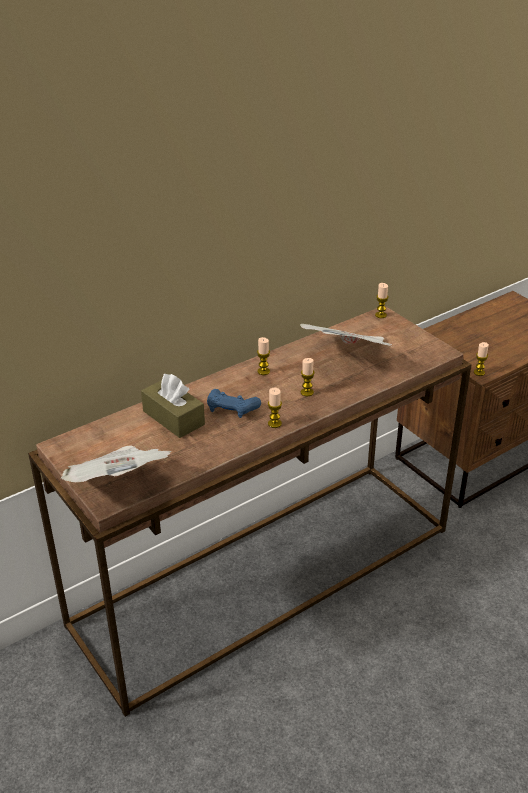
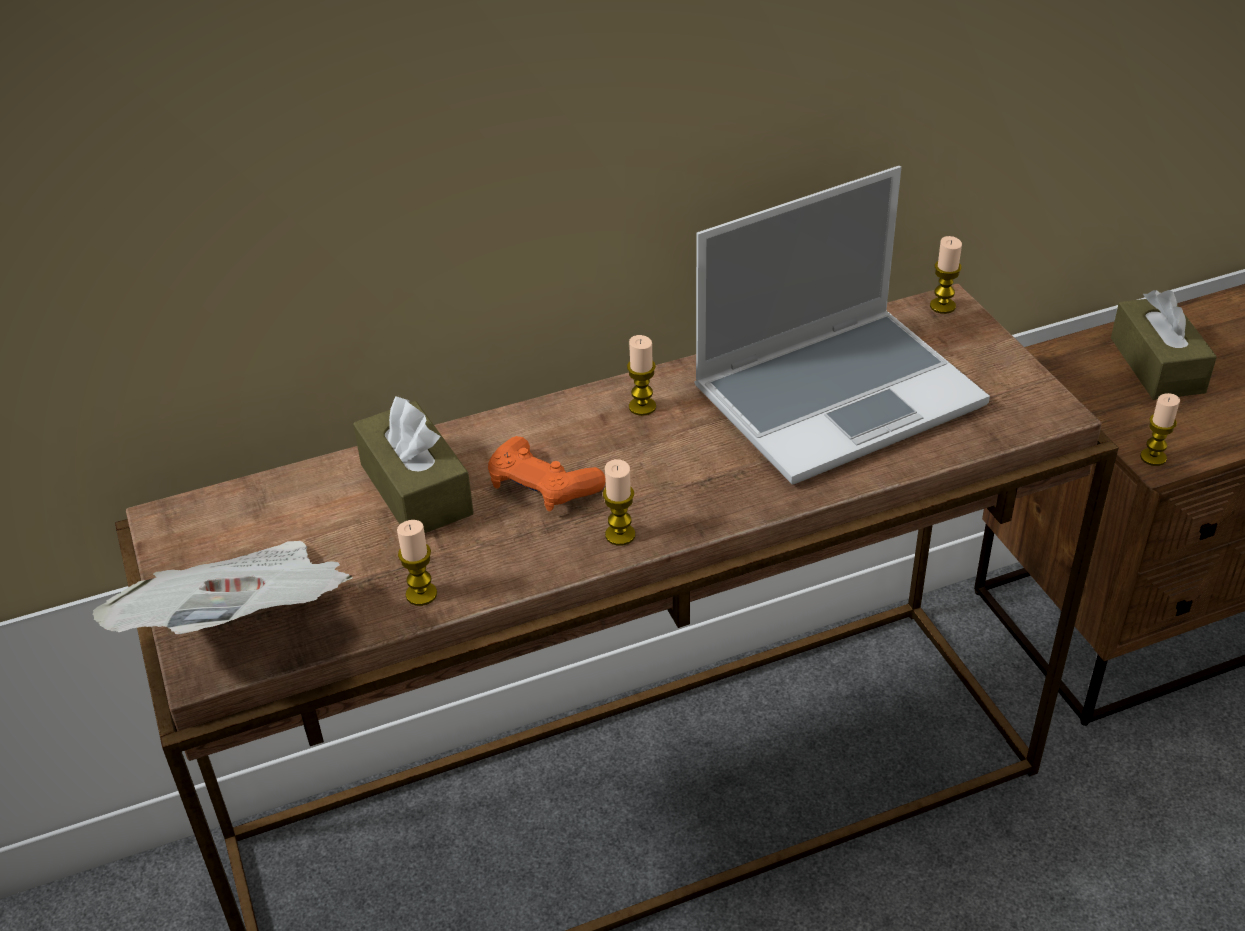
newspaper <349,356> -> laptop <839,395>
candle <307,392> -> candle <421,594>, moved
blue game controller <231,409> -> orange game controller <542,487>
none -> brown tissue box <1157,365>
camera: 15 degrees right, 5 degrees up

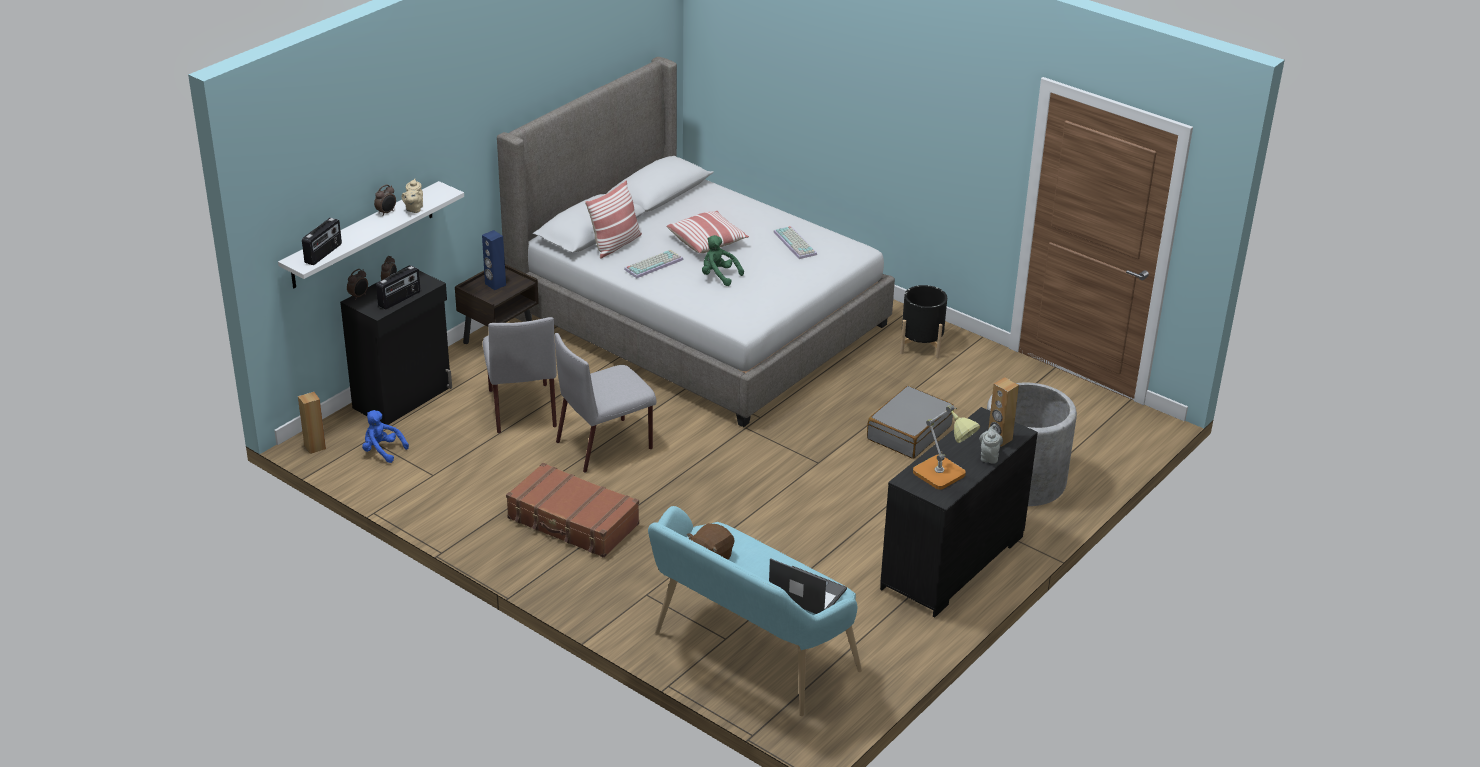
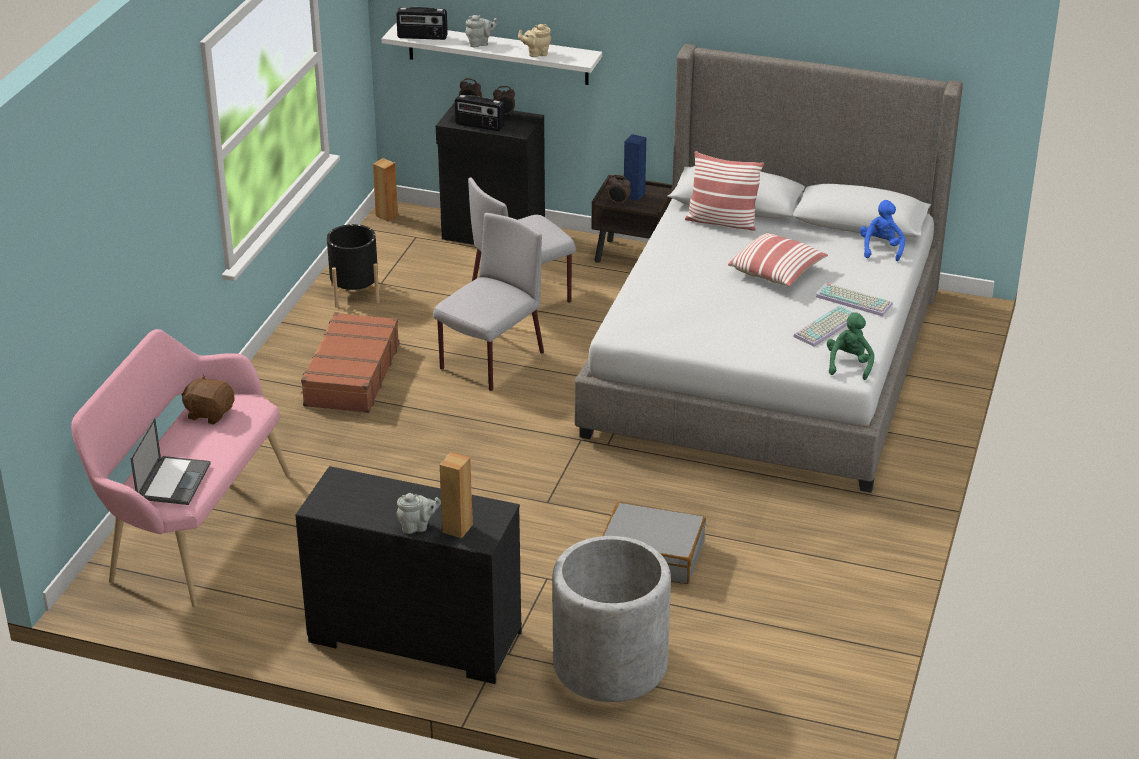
alarm clock <386,212> -> alarm clock <618,203>, moved
green plush toy <719,276> -> green plush toy <849,364>, moved
keyboard <653,264> -> keyboard <855,300>, moved
black planter <921,345> -> black planter <355,293>, moved
grey chair <605,445> -> grey chair <491,362>, 90 degrees clockwise
table lamp <944,476> -> none
blue plush toy <382,451> -> blue plush toy <881,249>, moved
turquoise bench <748,655> -> pink bench <191,528>
none -> grey teapot <480,43>
camera: 70 degrees right, 0 degrees up

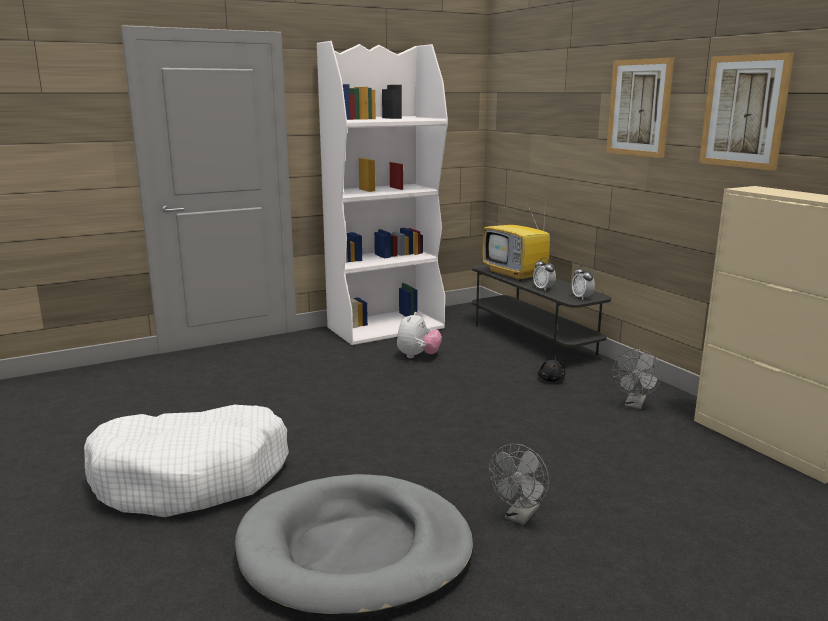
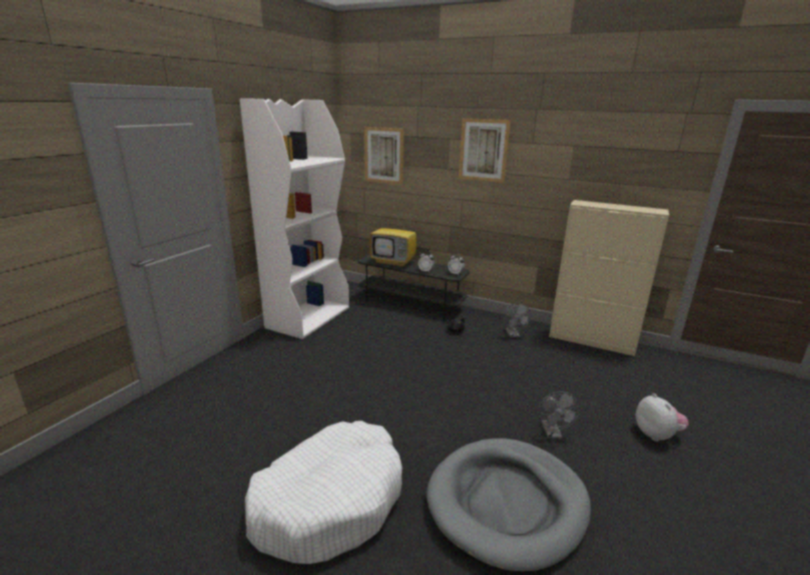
picture <744,111> -> picture <384,155>, moved
plush toy <418,356> -> plush toy <656,435>, moved
camera: 35 degrees left, 5 degrees up

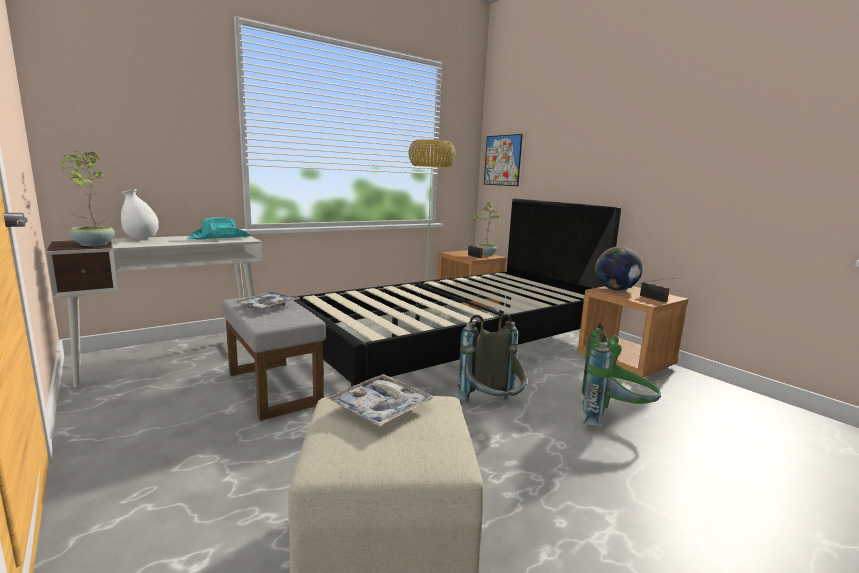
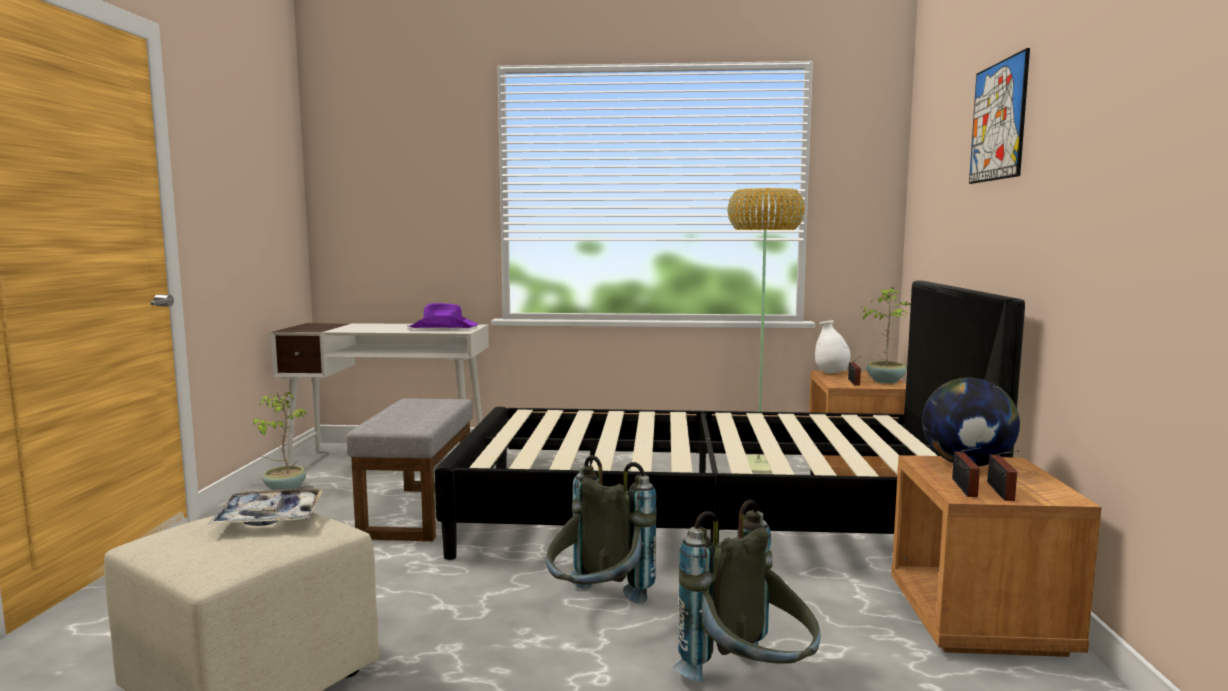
picture <502,160> -> picture <998,121>, moved
potted plant <93,244> -> potted plant <284,489>, moved
white vase <141,239> -> white vase <831,373>, moved
turquoise hat <220,238> -> purple hat <443,327>
tray <268,306> -> none
green backpack <613,419> -> grey backpack <751,684>
none -> radio <964,488>
camera: 40 degrees right, 5 degrees down

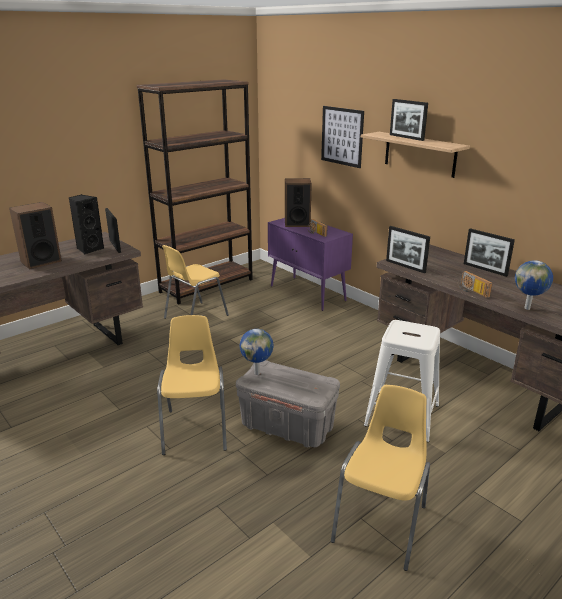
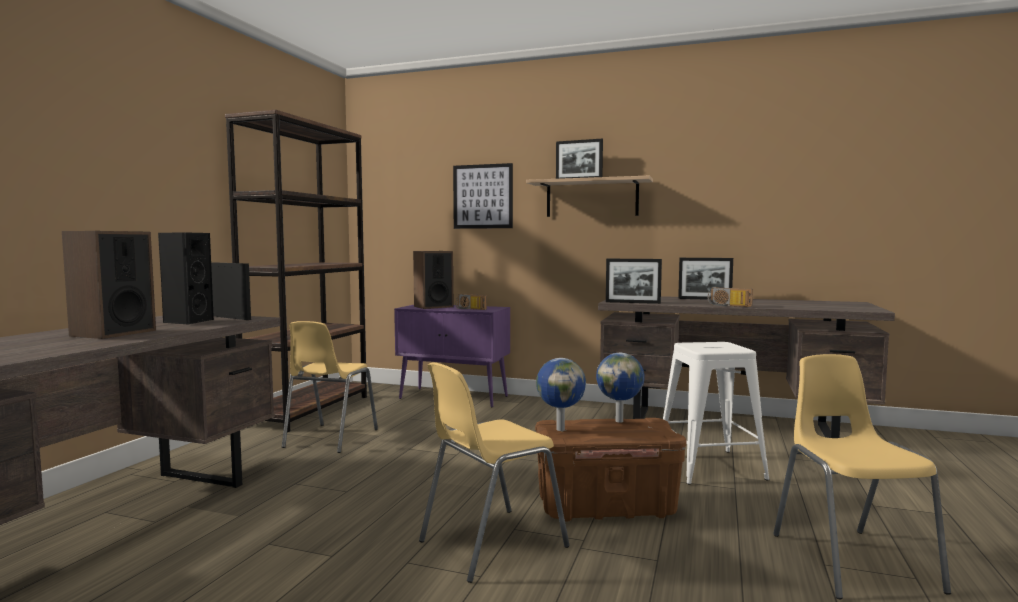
globe <528,308> -> globe <620,421>, moved
yellow chair <196,429> -> yellow chair <490,544>, 90 degrees counterclockwise
grey storage box <288,426> -> brown storage box <607,507>
camera: 30 degrees left, 20 degrees down

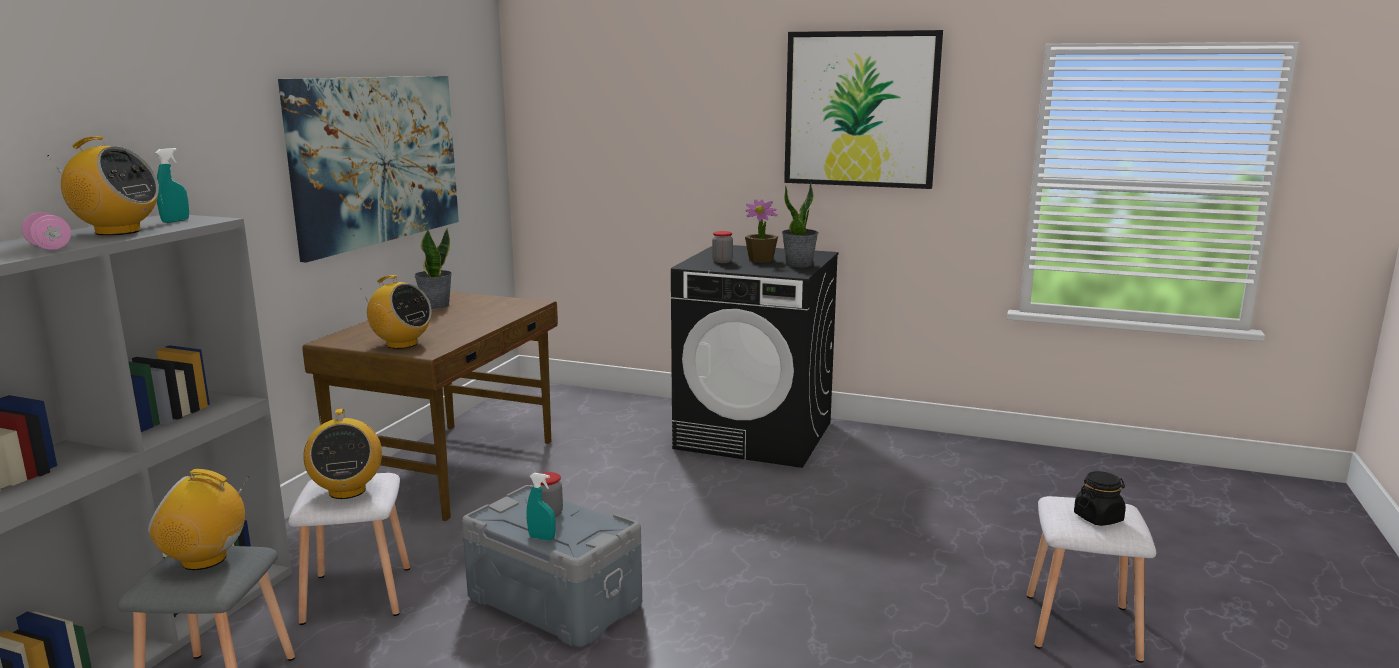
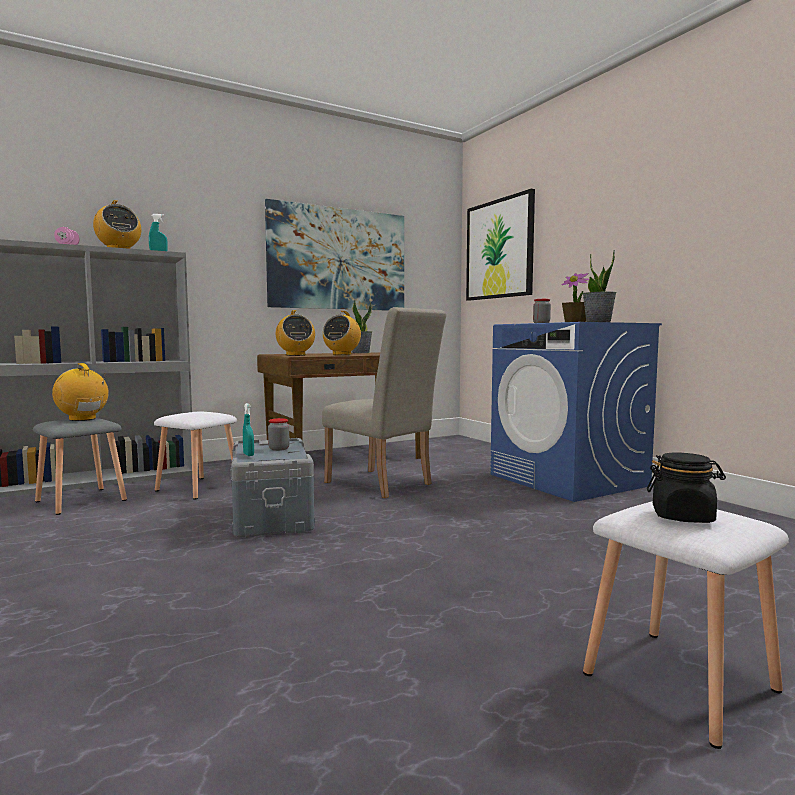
picture <860,109> -> picture <499,249>, moved
black washing machine <755,435> -> blue washing machine <568,480>
radio <347,491> -> radio <342,354>, moved
none -> beige chair <383,485>
camera: 40 degrees right, 10 degrees down

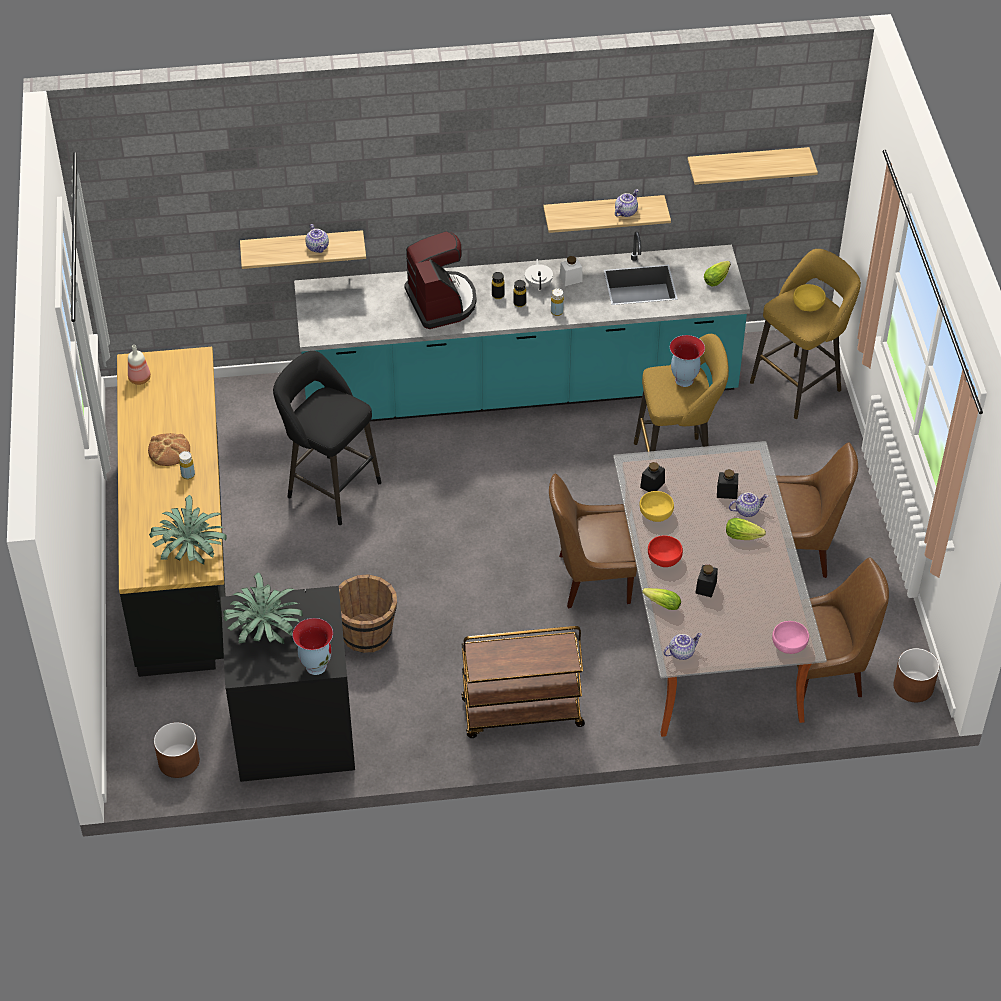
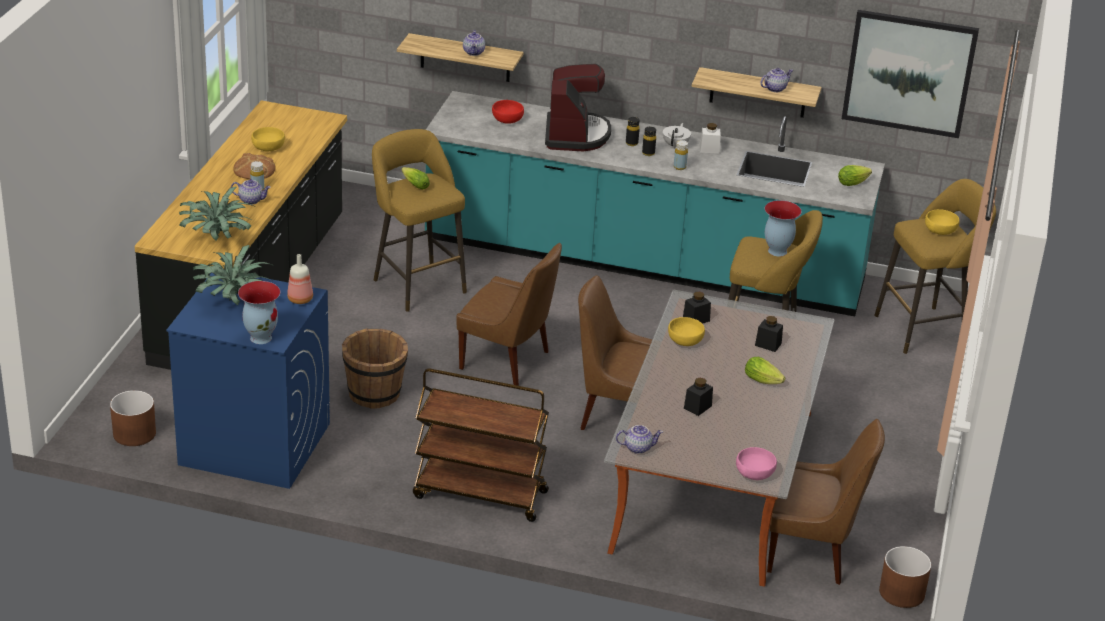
shelf <747,166> -> picture <909,73>
bottle <140,378> -> bottle <301,299>, moved
black stool <330,487> -> yellow stool <416,283>
brown chair <798,550> -> brown chair <508,361>, moved
teapot <747,510> -> teapot <251,200>, moved
red bowl <664,559> -> red bowl <507,120>, moved
black washing machine <293,732> -> blue washing machine <253,444>
lettuce <660,603> -> lettuce <414,184>, moved
none -> yellow bowl <269,147>
camera: 20 degrees right, 15 degrees down

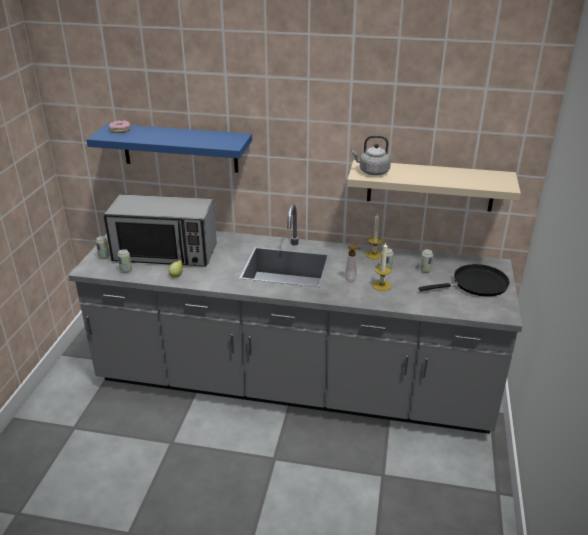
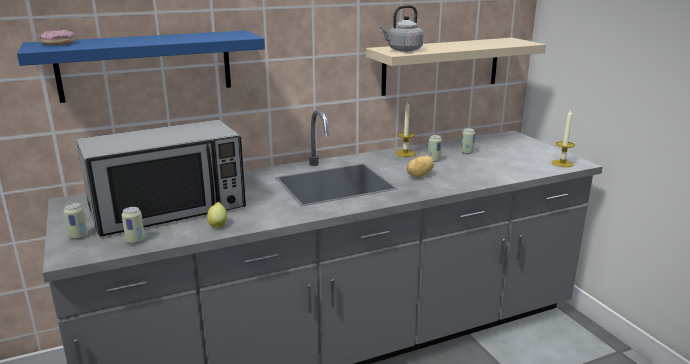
candle <381,285> -> candle <562,163>, moved
soap dispenser <352,280> -> potato <419,175>
black frying pan <476,284> -> none
camera: 35 degrees left, 10 degrees down

